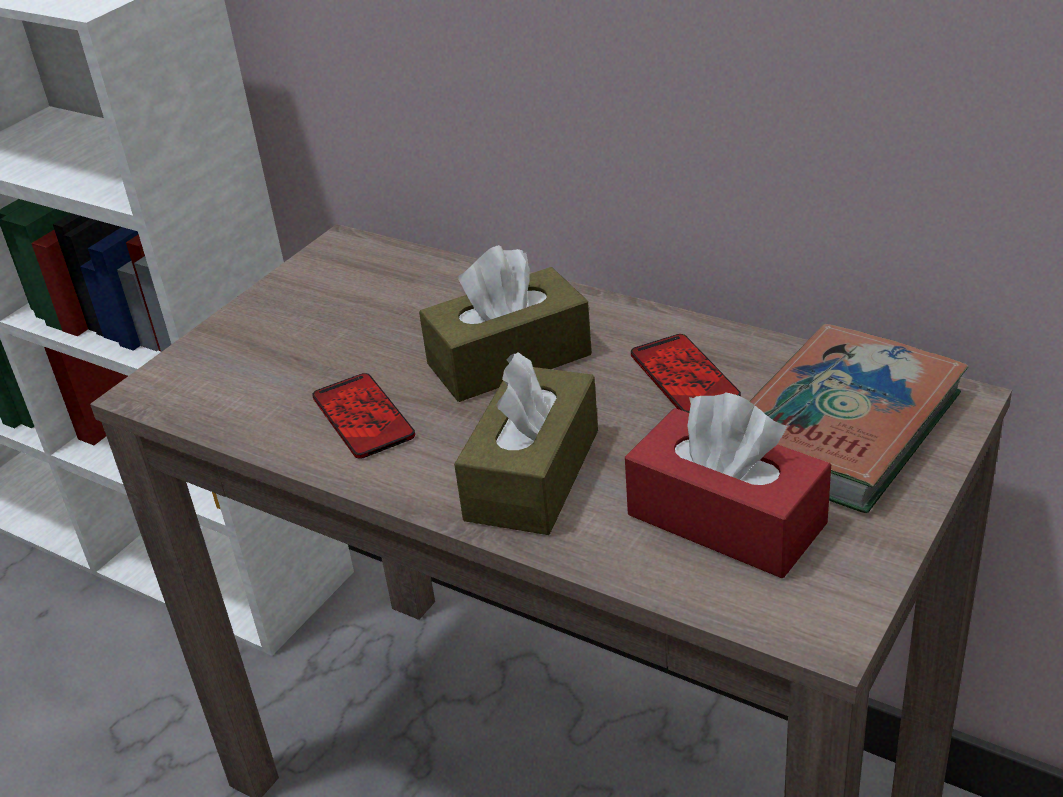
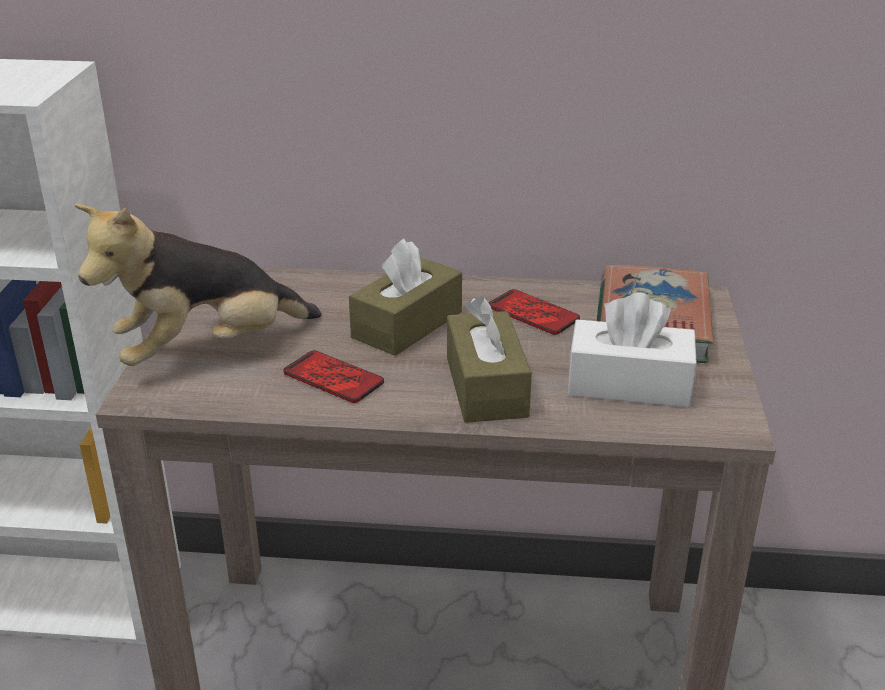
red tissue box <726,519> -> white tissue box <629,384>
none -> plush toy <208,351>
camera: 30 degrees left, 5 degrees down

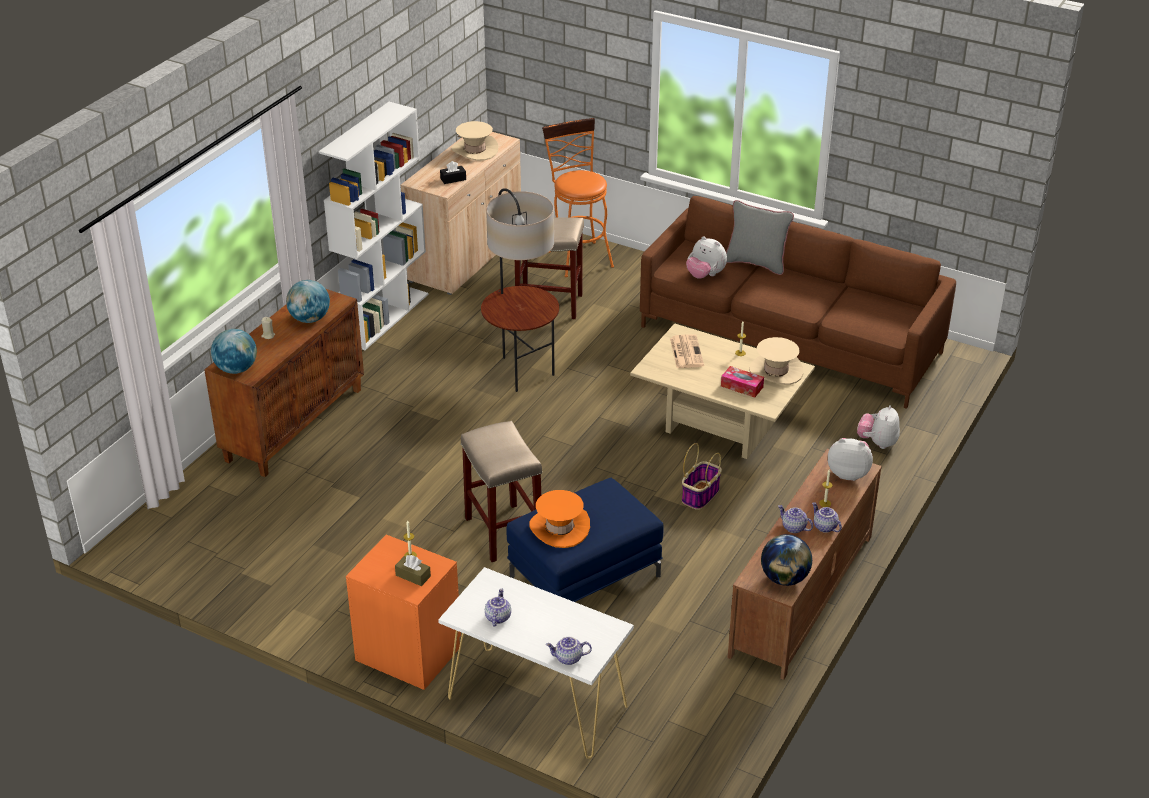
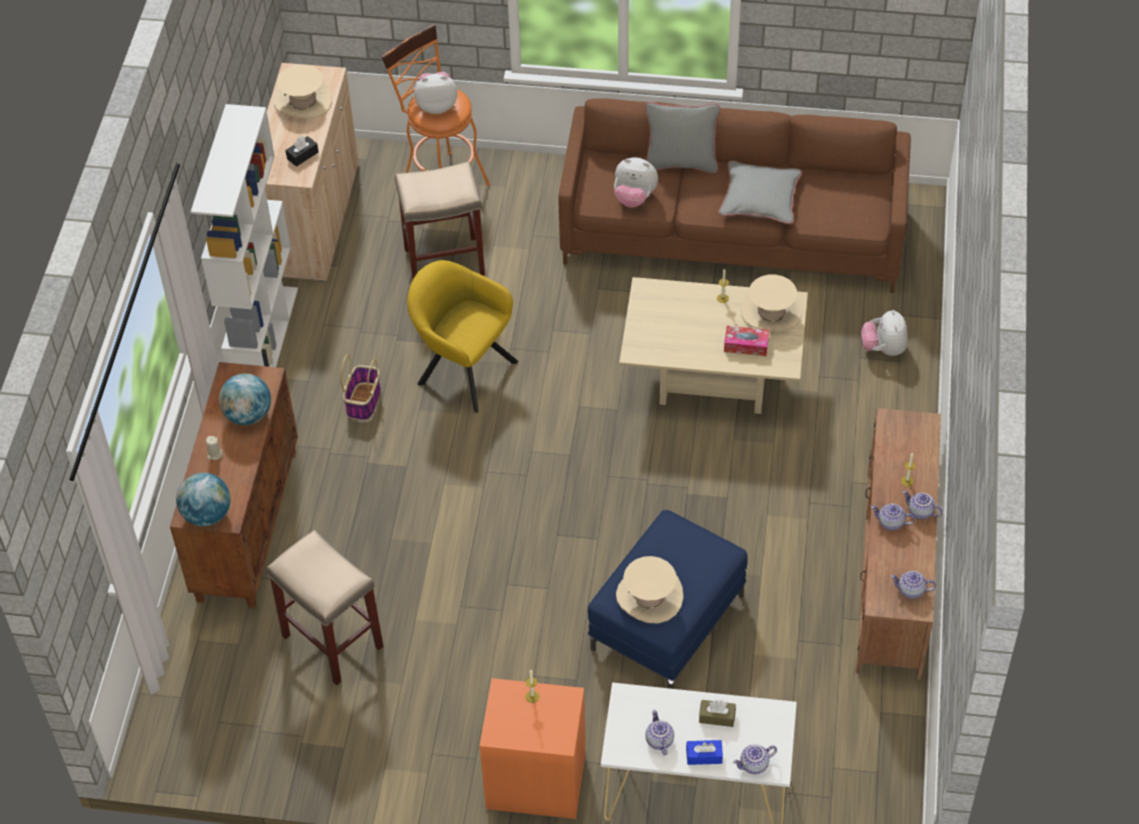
floor lamp <521,372> -> yellow armchair <463,370>
newspaper <686,352> -> none
beige stool <502,532> -> beige stool <331,641>, moved
plush toy <848,473> -> plush toy <436,105>, moved
basket <700,495> -> basket <363,401>, moved
orange hat <559,528> -> beige hat <649,596>
globe <784,578> -> teapot <911,590>
brown tissue box <413,576> -> brown tissue box <717,717>, moved
none -> grey pillow <759,198>
none -> blue tissue box <704,756>
camera: 20 degrees left, 15 degrees up

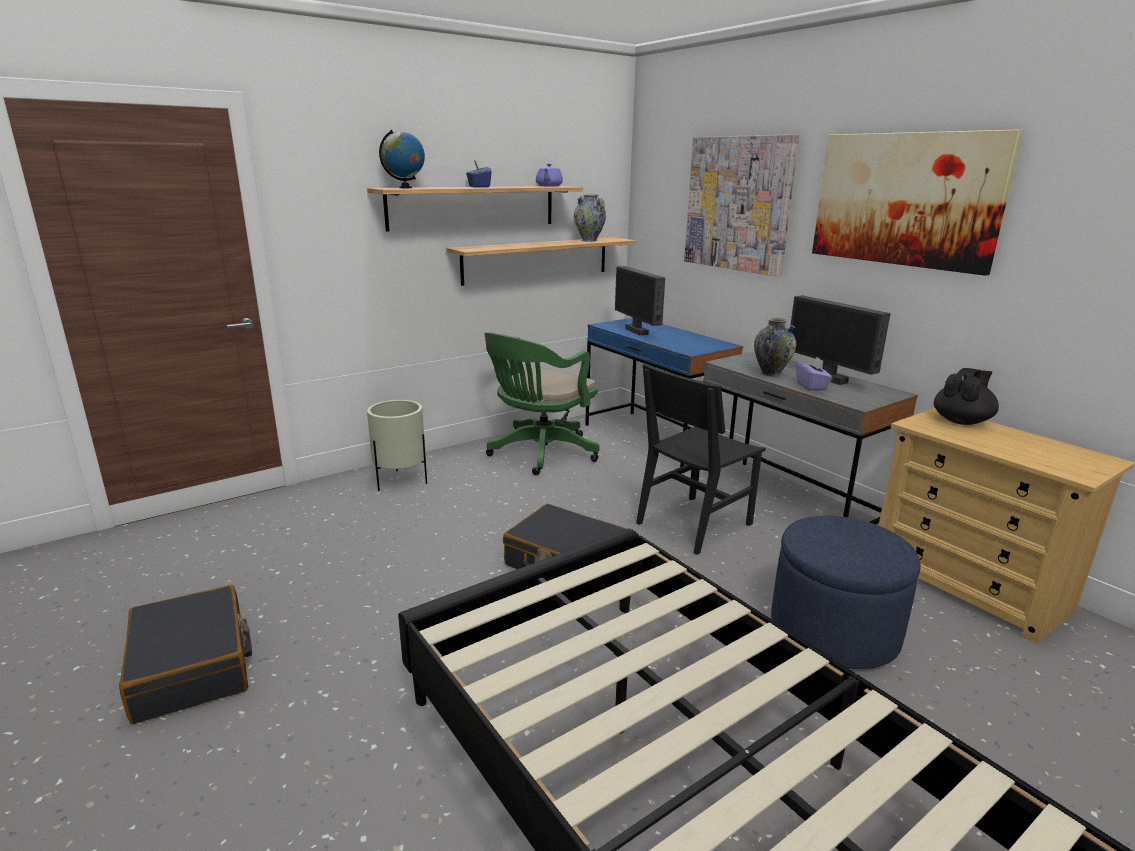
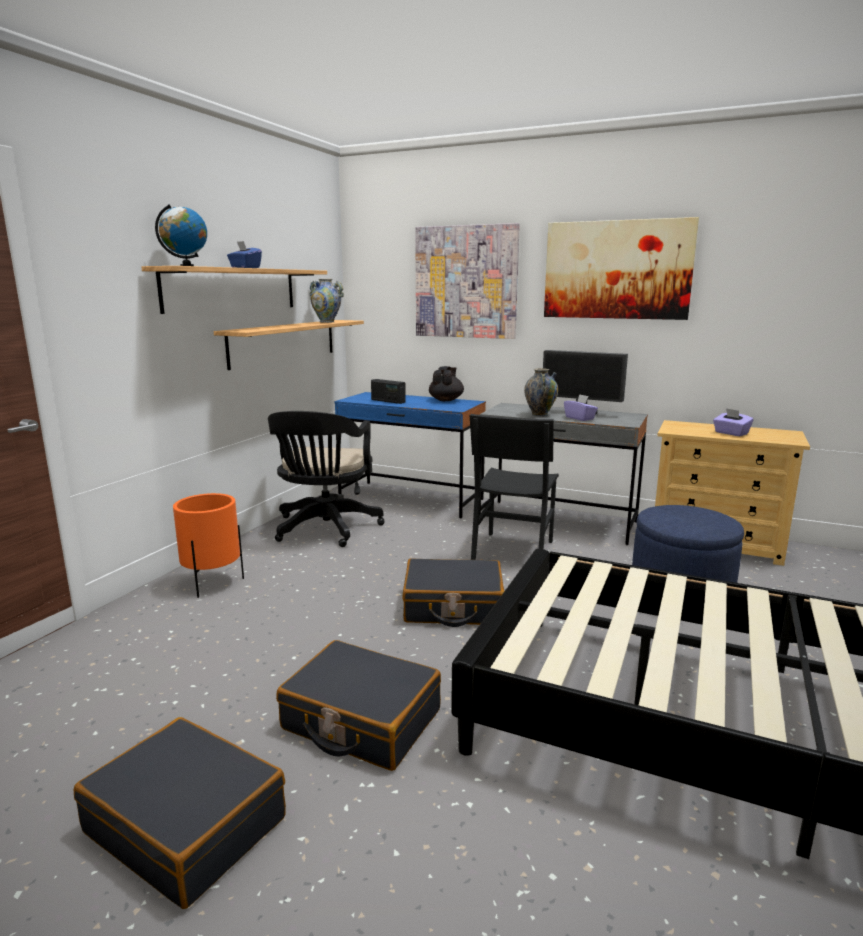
purple teapot <549,186> -> none
monitor <637,331> -> radio <388,401>
green office chair <539,454> -> black office chair <325,529>
black teapot <961,421> -> black teapot <446,400>, moved
beige planter <400,481> -> orange planter <212,583>
none -> purple tissue box <731,433>
none -> black suitcase <361,720>
camera: 30 degrees left, 5 degrees down

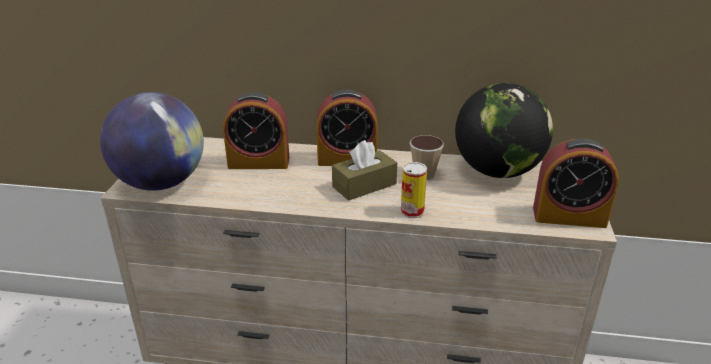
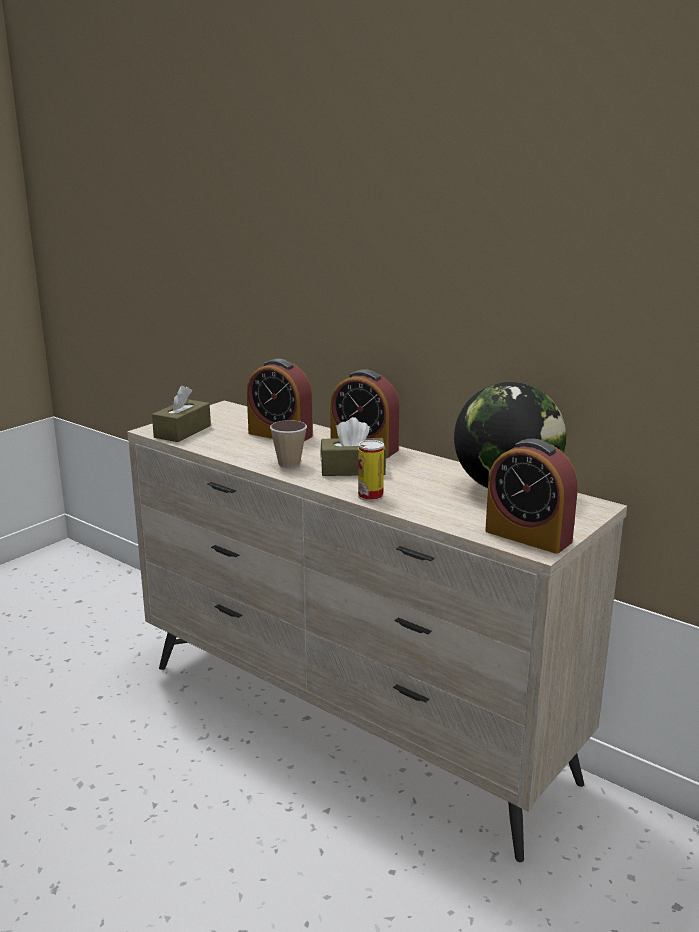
globe <161,183> -> brown tissue box <182,431>
cup <424,175> -> cup <289,464>, moved
camera: 30 degrees right, 10 degrees down

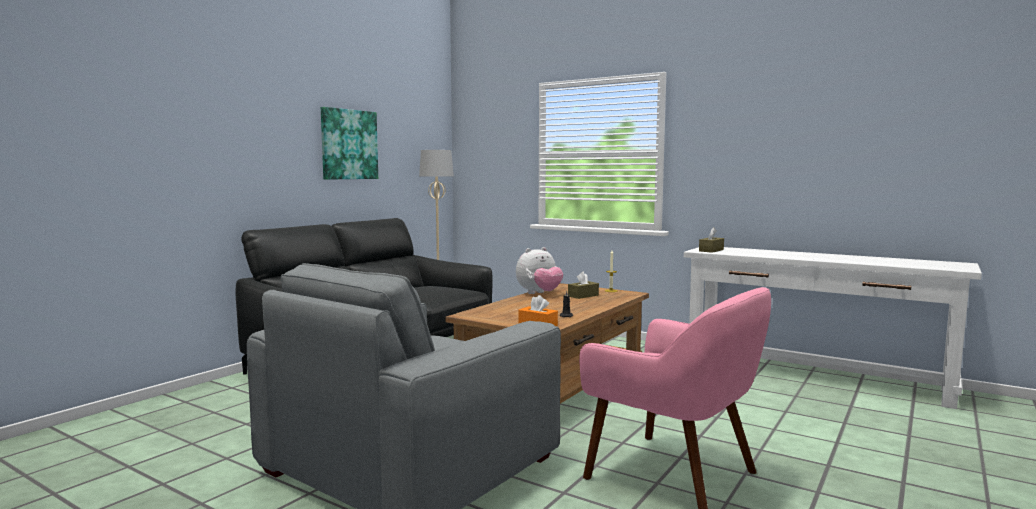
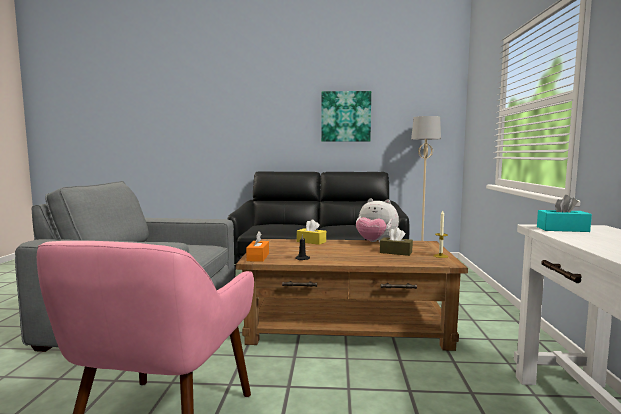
brown tissue box <711,250> -> turquoise tissue box <562,229>
none -> yellow tissue box <311,242>
camera: 60 degrees right, 0 degrees up

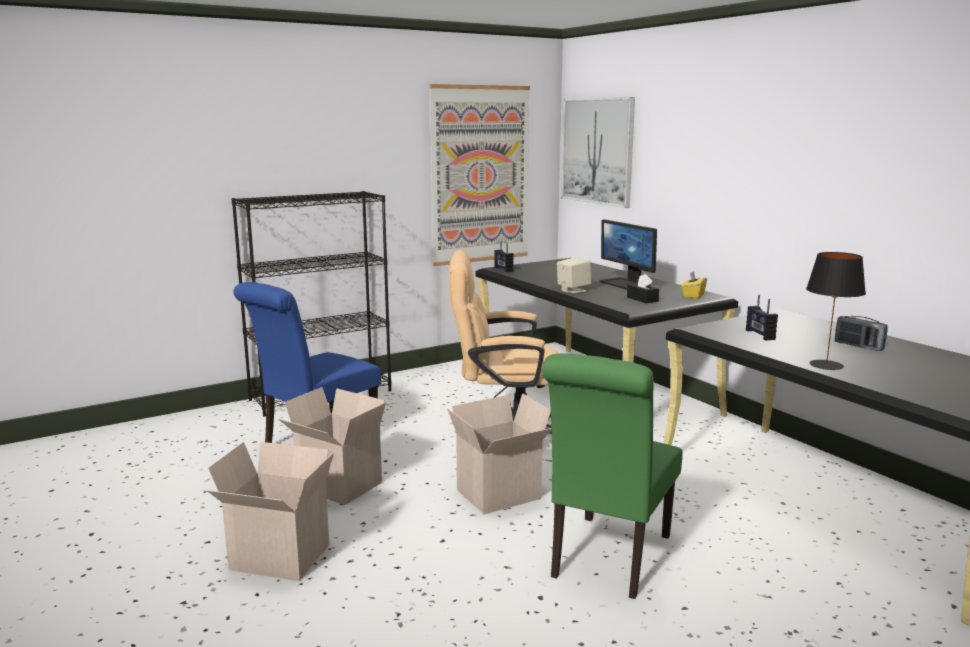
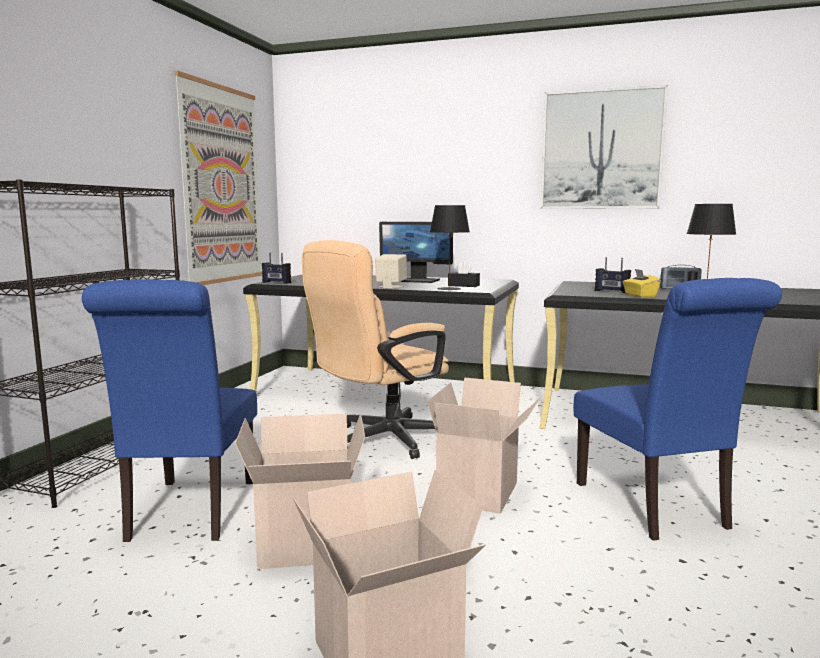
picture <597,151> -> picture <601,150>, moved
yellow tissue box <693,296> -> yellow tissue box <639,296>, moved
green chair <607,559> -> blue chair <656,508>
none -> black table lamp <449,289>
camera: 40 degrees left, 5 degrees down

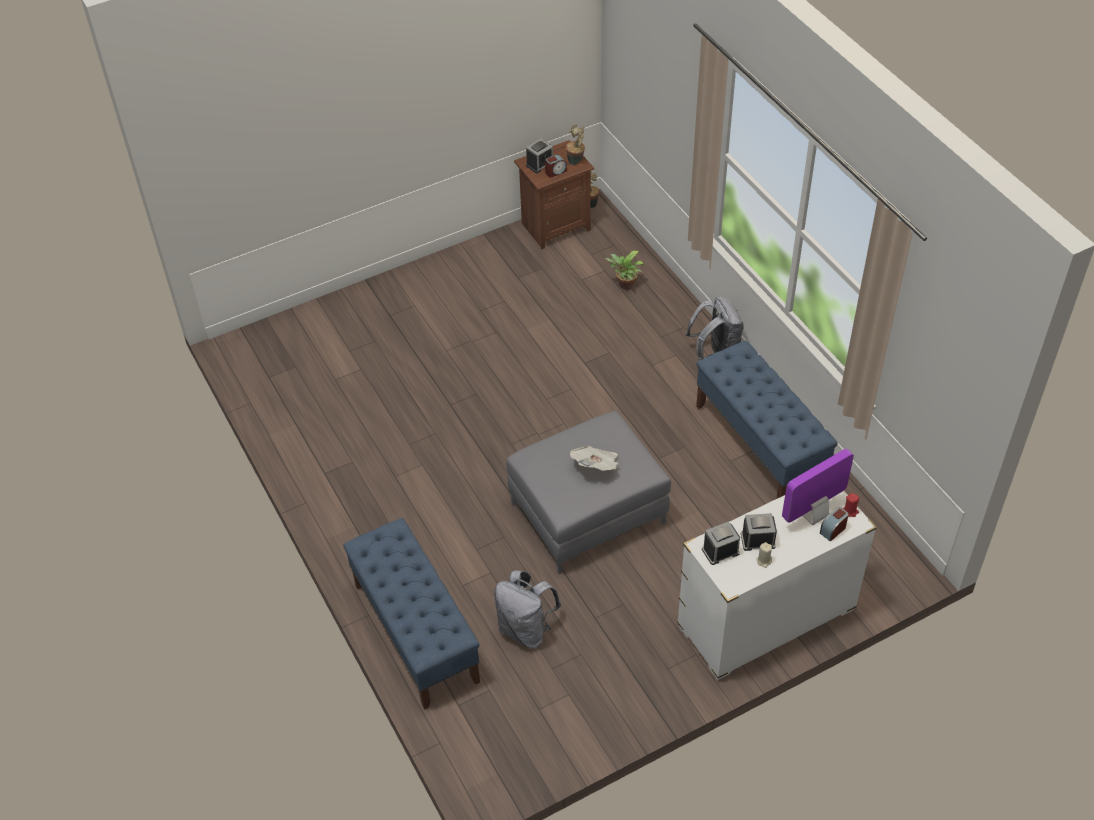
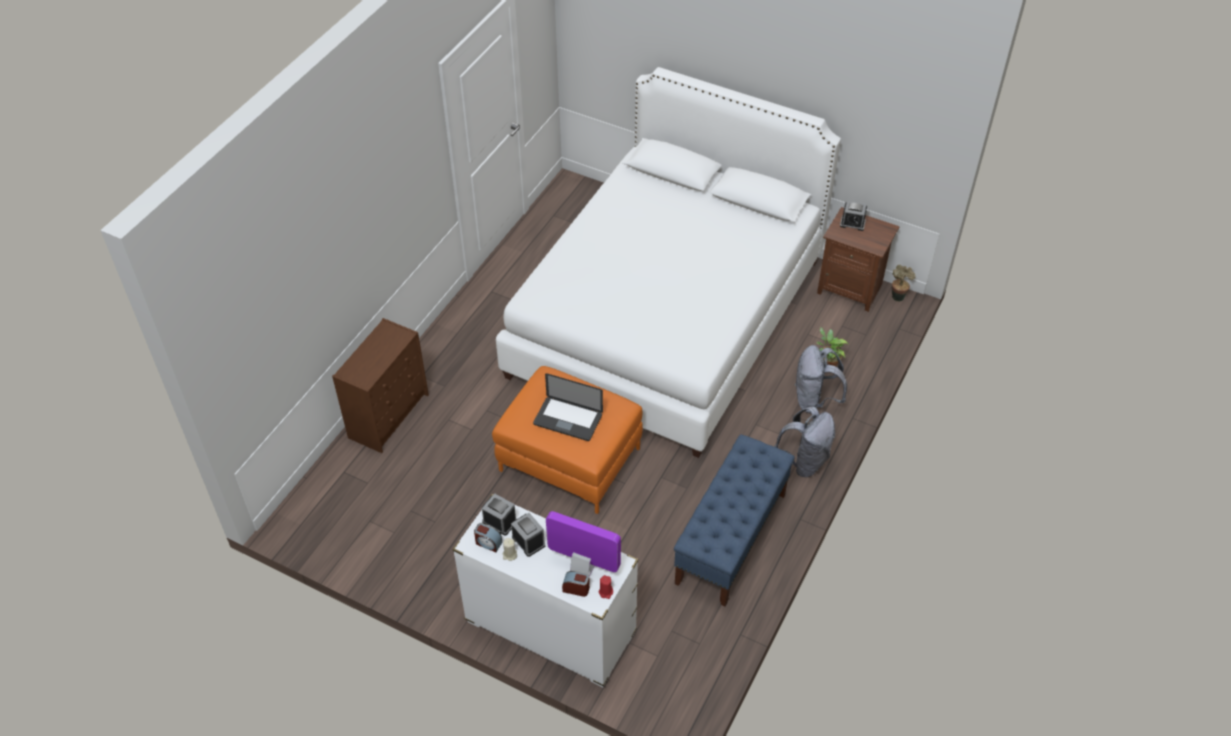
potted plant <576,161> -> none
alarm clock <555,171> -> alarm clock <488,543>, moved
grey ottoman <587,513> -> orange ottoman <570,459>
newspaper <596,466> -> laptop <568,419>
blue bench <415,632> -> brown dresser <389,415>
grey backpack <526,629> -> grey backpack <815,400>, moved
none -> white bed <666,317>
camera: 55 degrees right, 0 degrees up

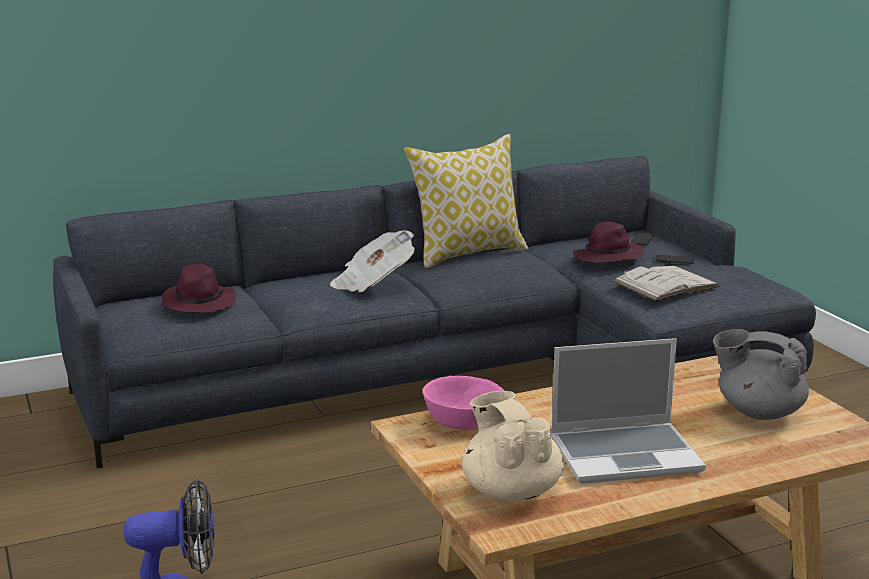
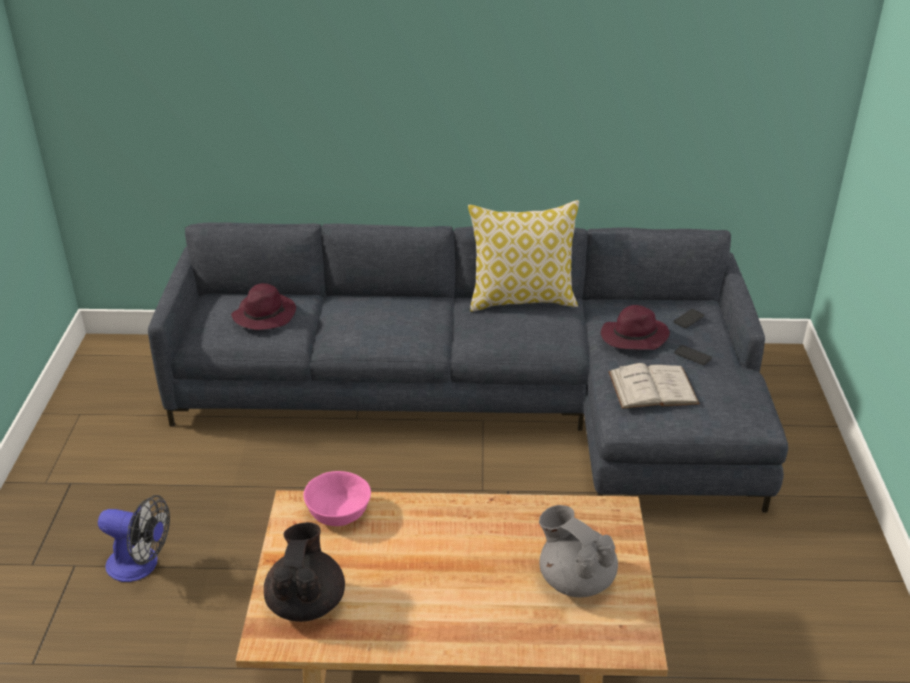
newspaper <373,283> -> none
laptop <626,454> -> none
beige teapot <510,491> -> black teapot <306,602>
camera: 25 degrees right, 15 degrees up

